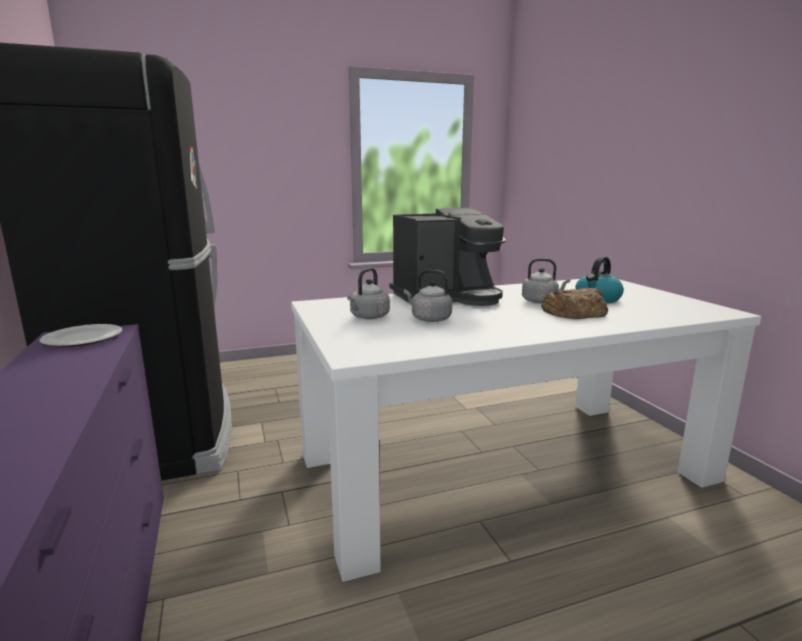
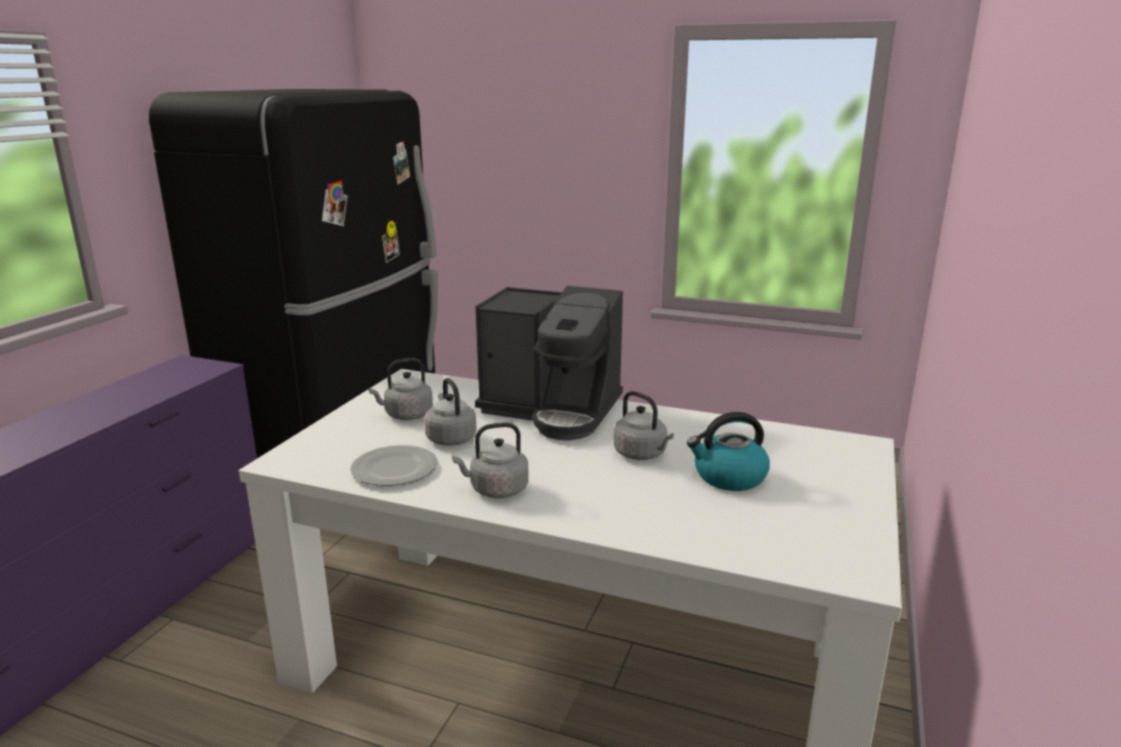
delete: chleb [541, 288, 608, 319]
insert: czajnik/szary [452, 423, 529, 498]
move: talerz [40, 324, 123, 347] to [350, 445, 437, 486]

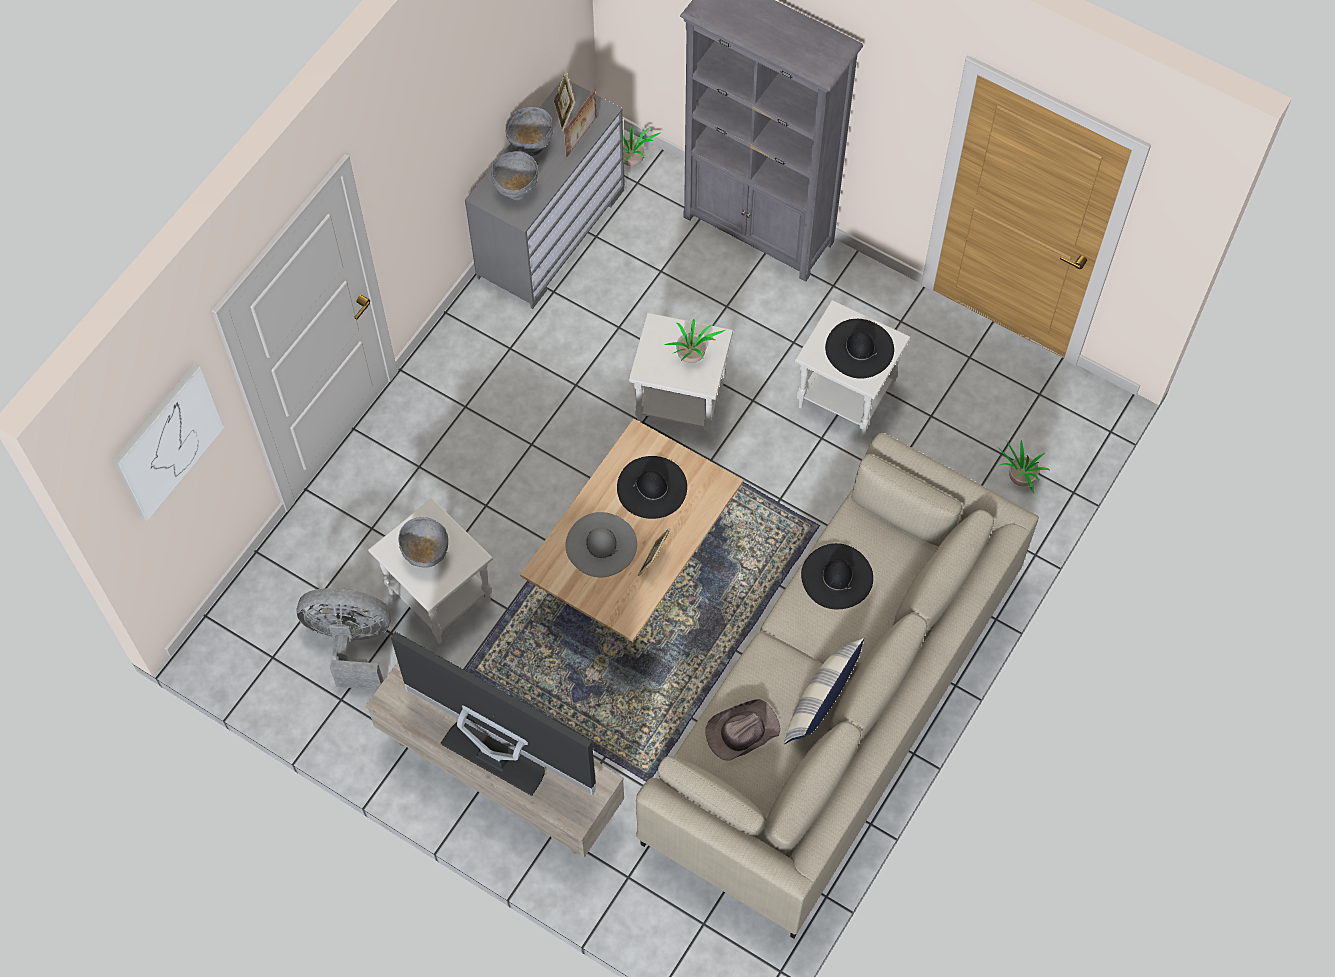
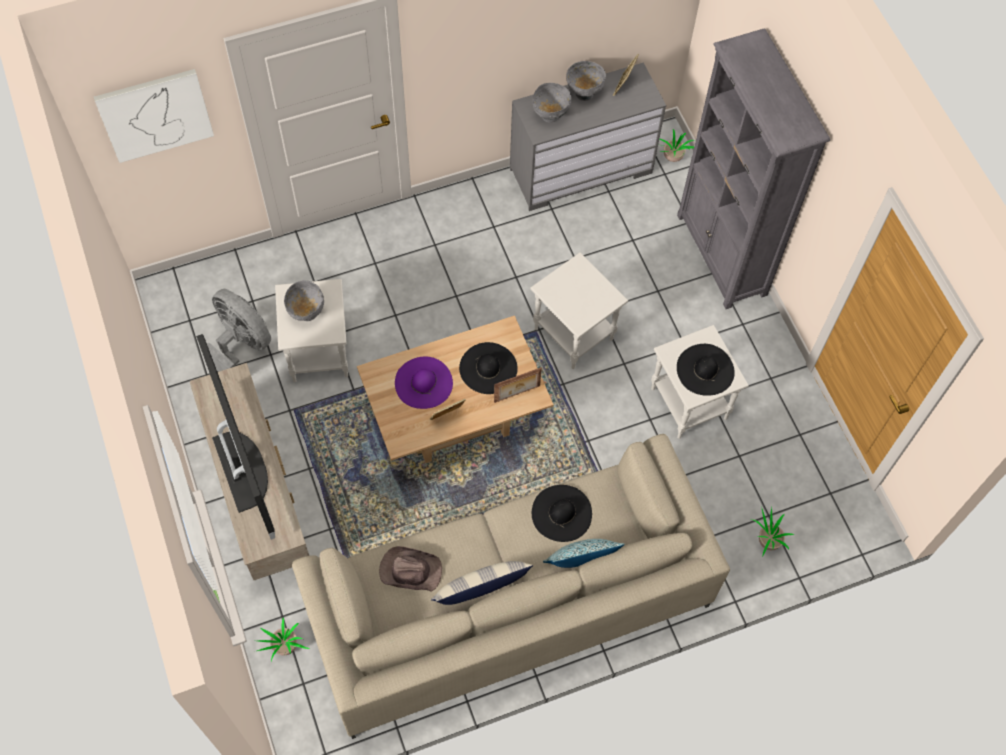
insert: poduszka [543, 539, 624, 568]
move: roślina doniczkowa [664, 319, 725, 363] to [257, 618, 309, 661]; ramka na zdjęcie [564, 89, 596, 157] to [494, 367, 542, 403]
recolor: kapelusz/szary [565, 512, 637, 577] to kapelusz/fioletowy [395, 356, 453, 409]

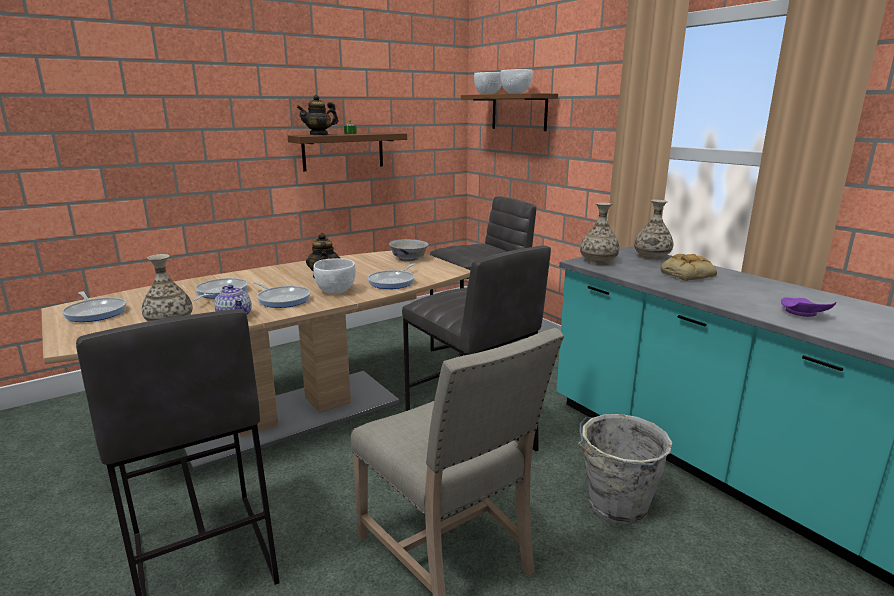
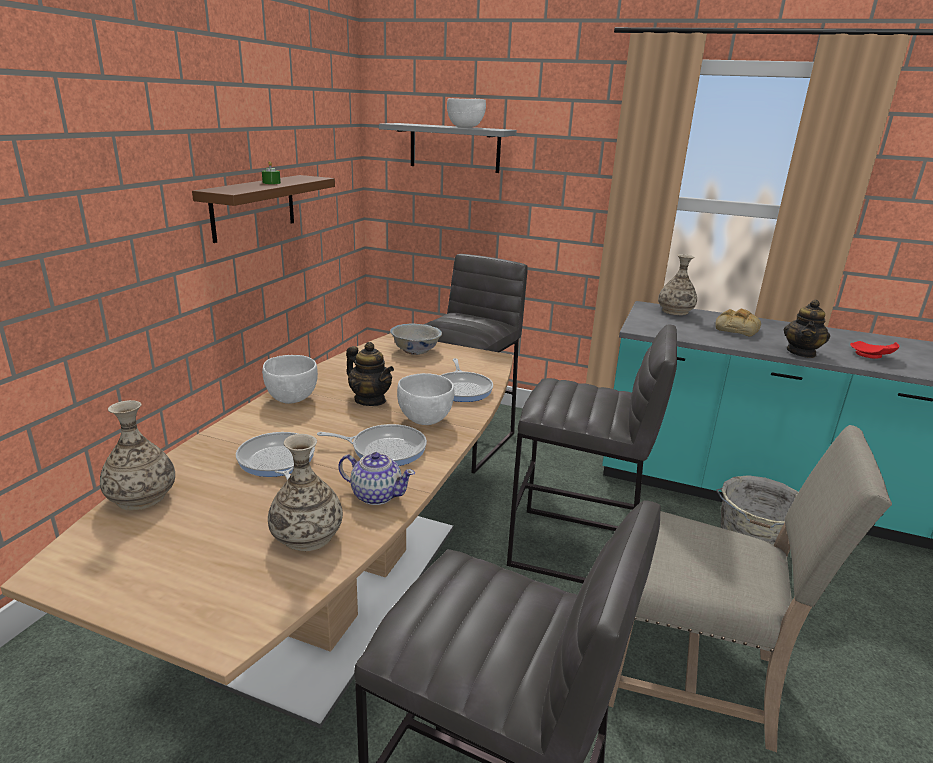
delete: patelnia [62, 291, 127, 322]
move: wazon [580, 203, 619, 265] to [100, 400, 175, 510]; miska/biały [474, 72, 502, 94] to [262, 355, 318, 404]; imbryk [297, 95, 338, 135] to [784, 299, 830, 358]
recolor: półka/brązowy [461, 93, 558, 131] to półka/szary [379, 123, 517, 173]; talerz/fioletowy [781, 297, 836, 317] to talerz/czerwony [850, 341, 899, 359]

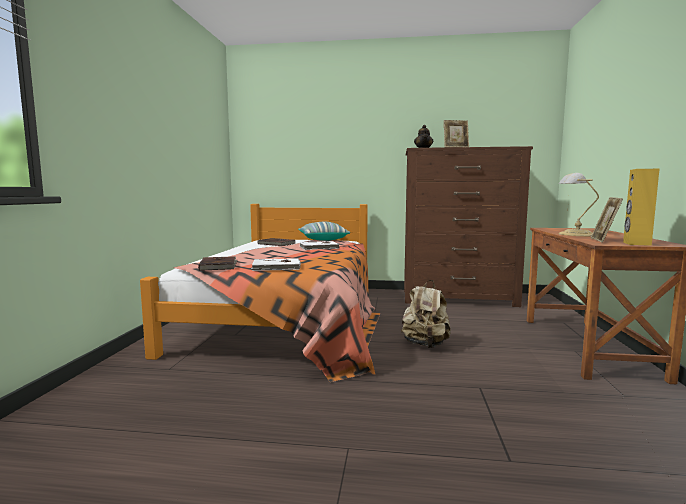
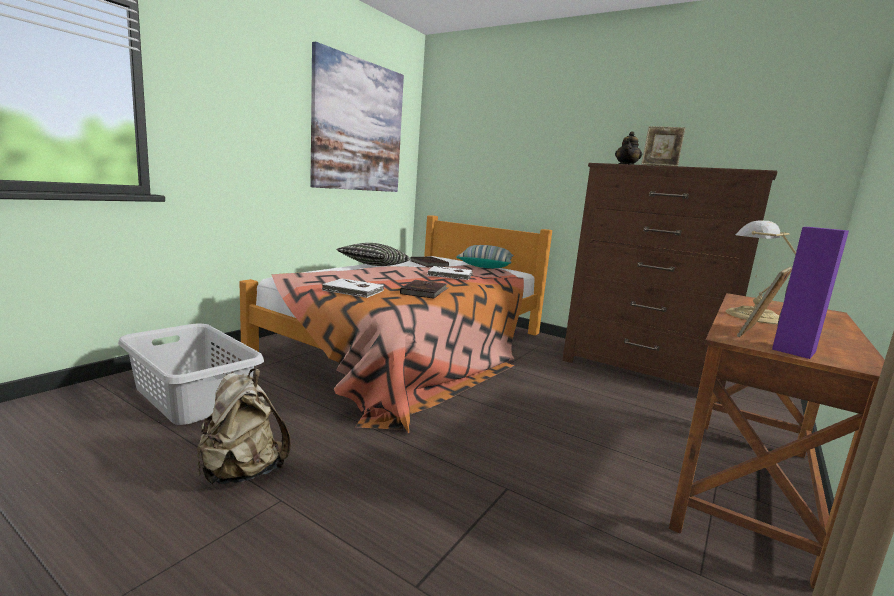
insert: kosz na pranie/szary [118, 323, 264, 425]; obraz [310, 42, 404, 192]; poduszka [337, 243, 410, 266]
move: plecak/beżowy [401, 280, 451, 348] to [197, 369, 291, 484]; książka/brązowy [198, 256, 238, 271] to [400, 280, 449, 299]
recolor: głośnik/żółty [623, 169, 659, 246] to głośnik/fioletowy [772, 227, 849, 359]

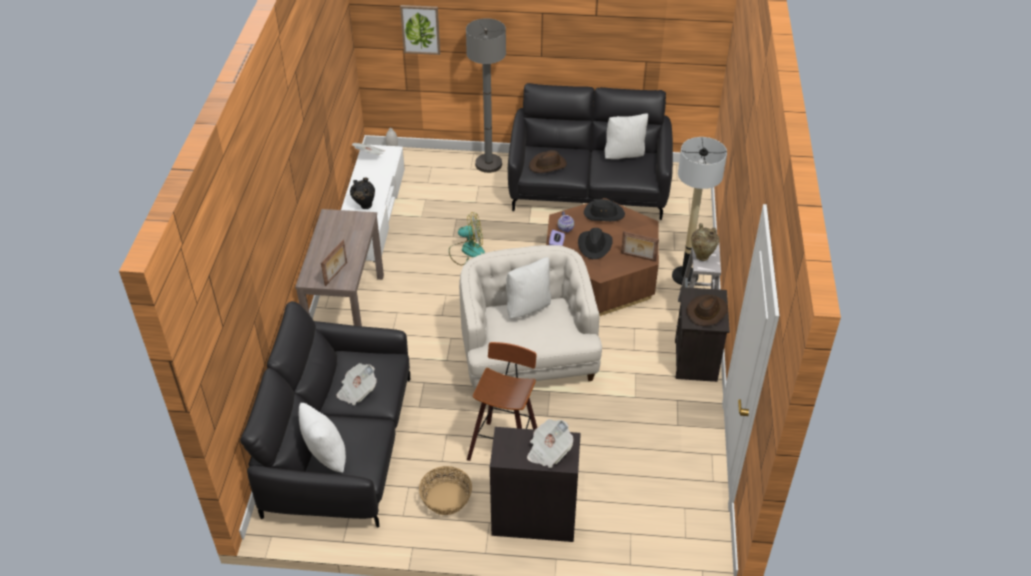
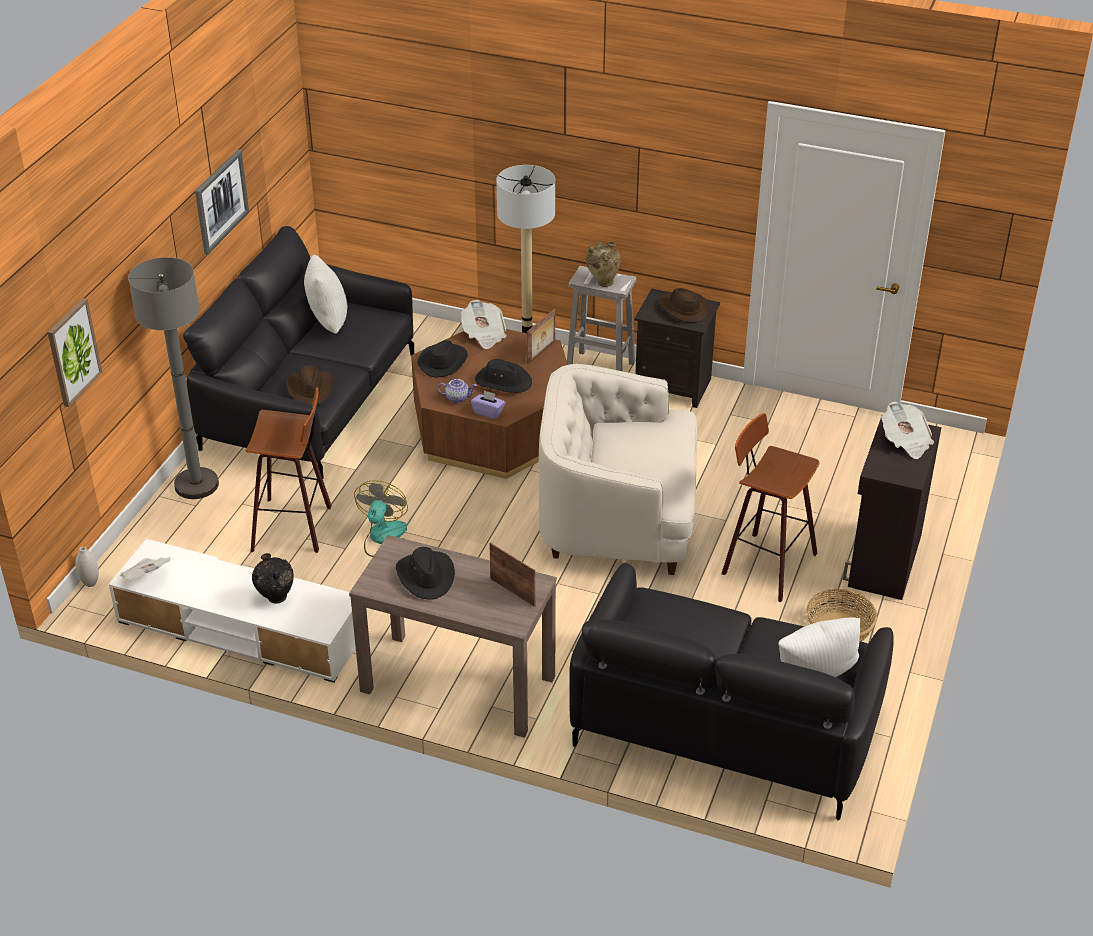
delete: poduszka/biały [506, 257, 551, 319]
insert: obraz [195, 150, 249, 255]; stołek [245, 387, 332, 553]; kapelusz/czarny [396, 547, 455, 600]
move: gazeta [336, 363, 376, 405] to [461, 300, 507, 349]

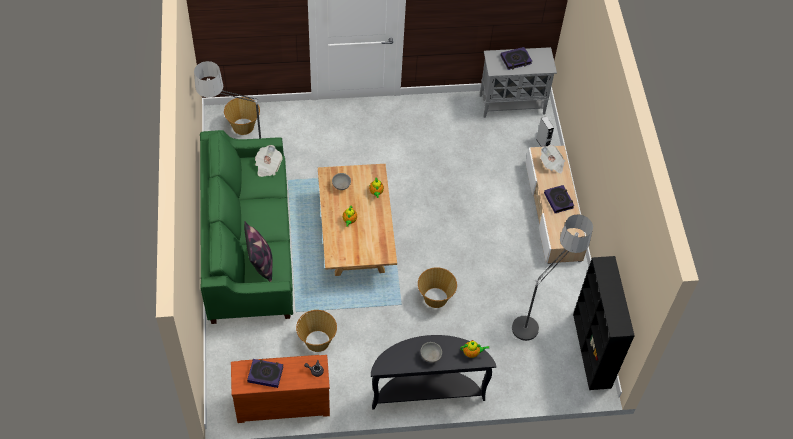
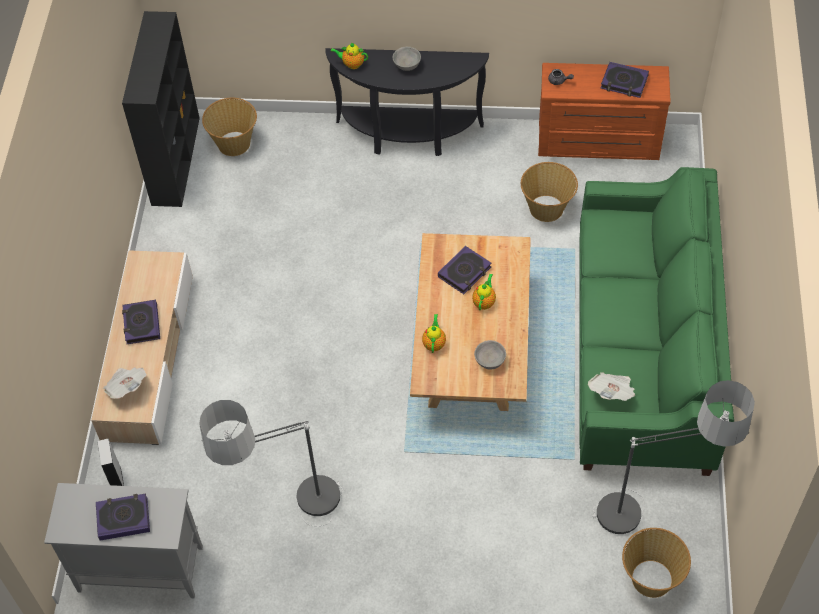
delete: poduszka [244, 222, 273, 282]
insert: książka [438, 246, 491, 294]
move: lampa stojąca [511, 214, 593, 341] to [199, 400, 343, 526]; koszyk [418, 267, 457, 308] to [202, 98, 257, 156]

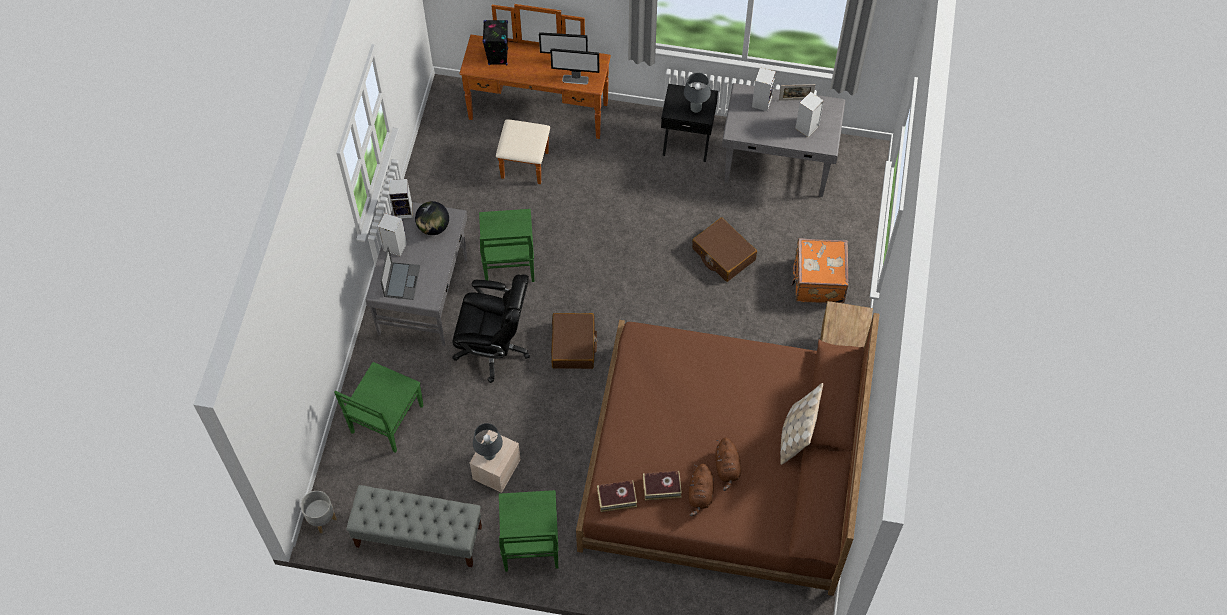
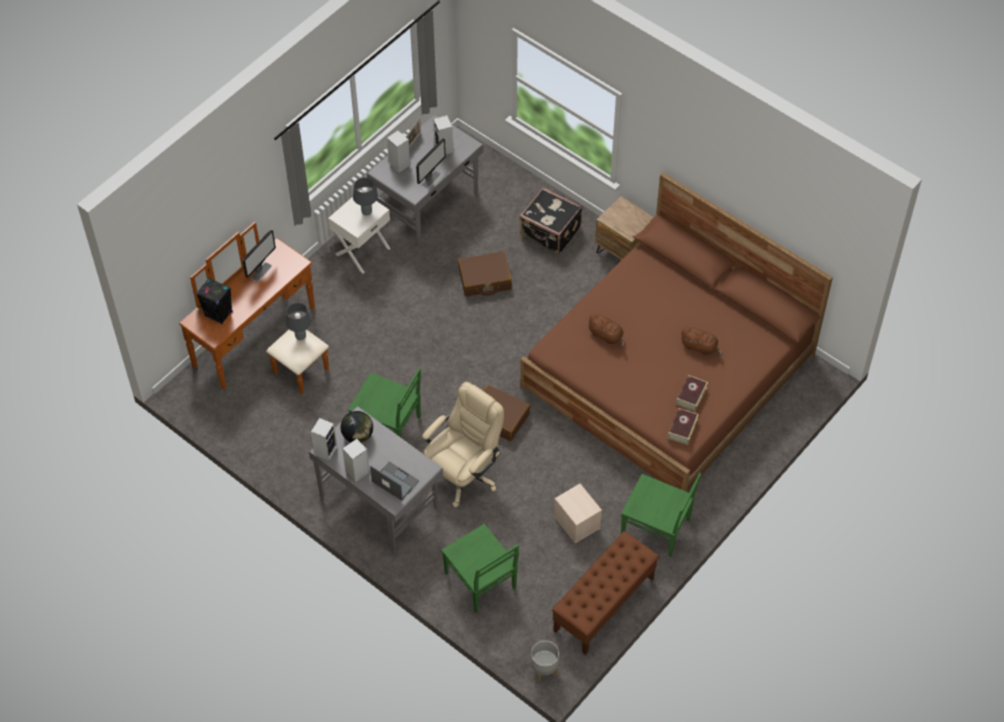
delete: poduszka/beżowy [780, 383, 823, 465]
move: lampa stołowa/szary [473, 423, 503, 460] to [285, 303, 311, 340]; monitor [550, 48, 599, 85] to [416, 138, 446, 189]; pluszak/brązowy [689, 464, 714, 517] to [587, 314, 625, 347]
recolor: szafka nocna/czarny [661, 84, 718, 162] to szafka nocna/biały [328, 190, 390, 274]; krzesło biurowe/czarny [452, 274, 530, 383] to krzesło biurowe/beżowy [422, 382, 504, 508]; walizka/pomarańczowy [791, 238, 849, 303] to walizka/czarny [519, 188, 582, 254]; ławka/szary [346, 485, 482, 567] to ławka/brązowy [552, 531, 659, 655]

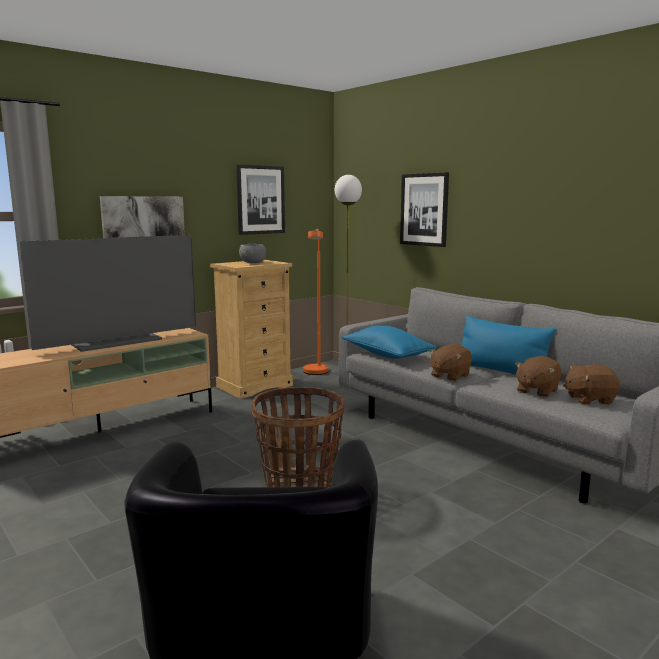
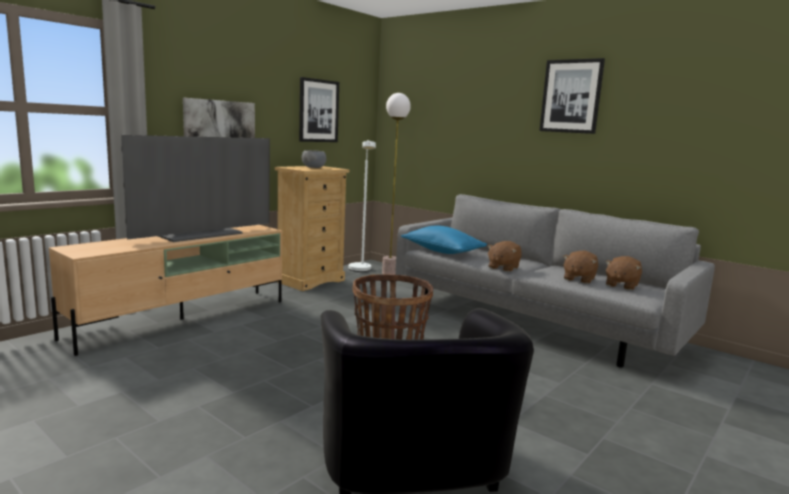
delete: poduszka/niebieski [461, 315, 556, 375]
move: obraz [400, 172, 449, 247] to [539, 58, 605, 134]
recolor: lampa stojąca/pomarańczowy [303, 229, 328, 375] to lampa stojąca/biały [349, 140, 376, 272]
rotate: pluszak/brązowy [563, 364, 620, 405] = [605, 256, 642, 290] 45 degrees counterclockwise

